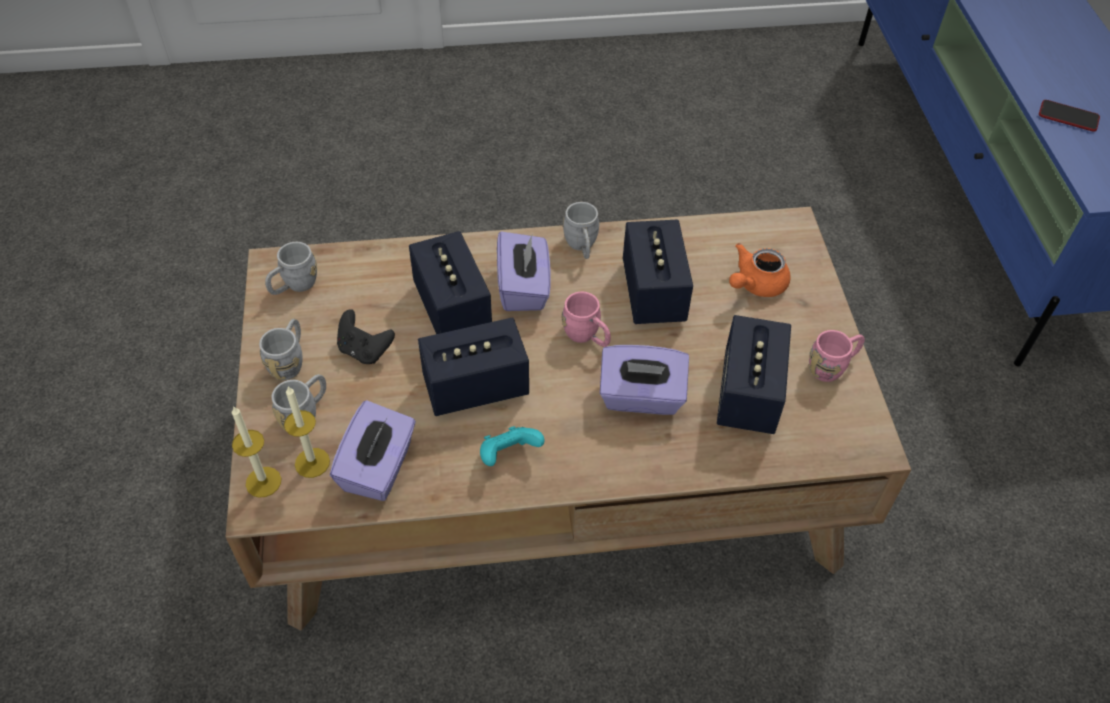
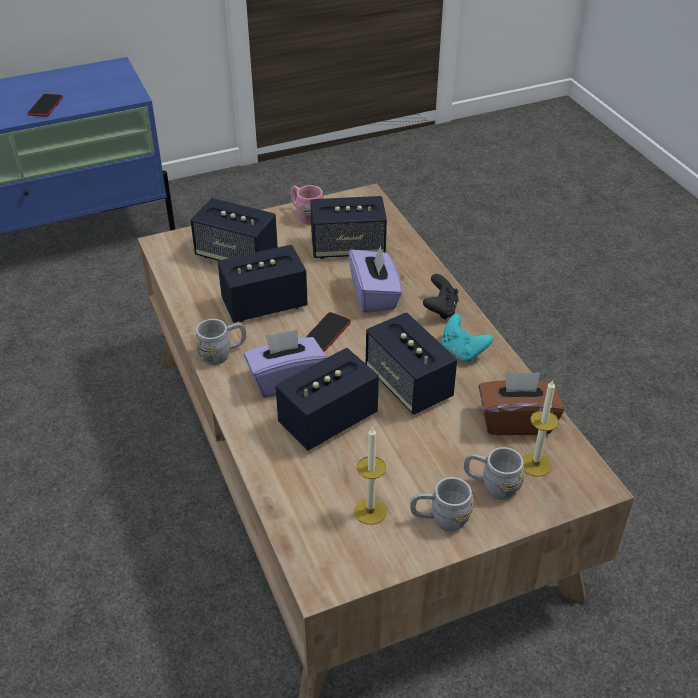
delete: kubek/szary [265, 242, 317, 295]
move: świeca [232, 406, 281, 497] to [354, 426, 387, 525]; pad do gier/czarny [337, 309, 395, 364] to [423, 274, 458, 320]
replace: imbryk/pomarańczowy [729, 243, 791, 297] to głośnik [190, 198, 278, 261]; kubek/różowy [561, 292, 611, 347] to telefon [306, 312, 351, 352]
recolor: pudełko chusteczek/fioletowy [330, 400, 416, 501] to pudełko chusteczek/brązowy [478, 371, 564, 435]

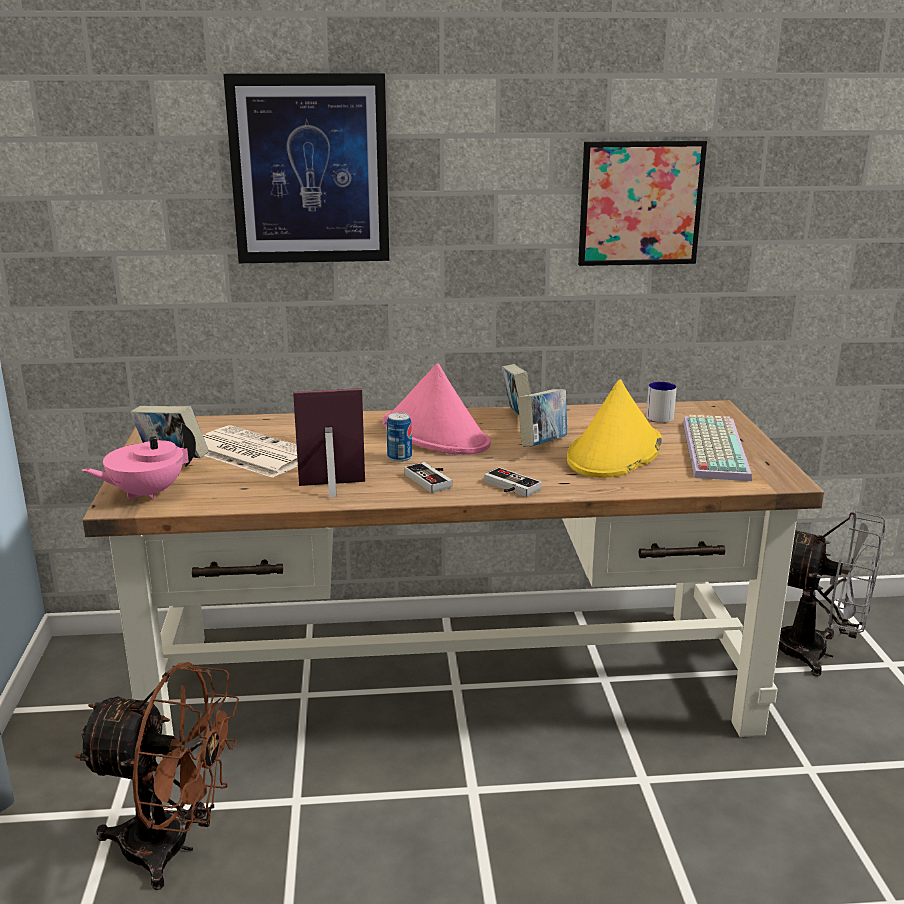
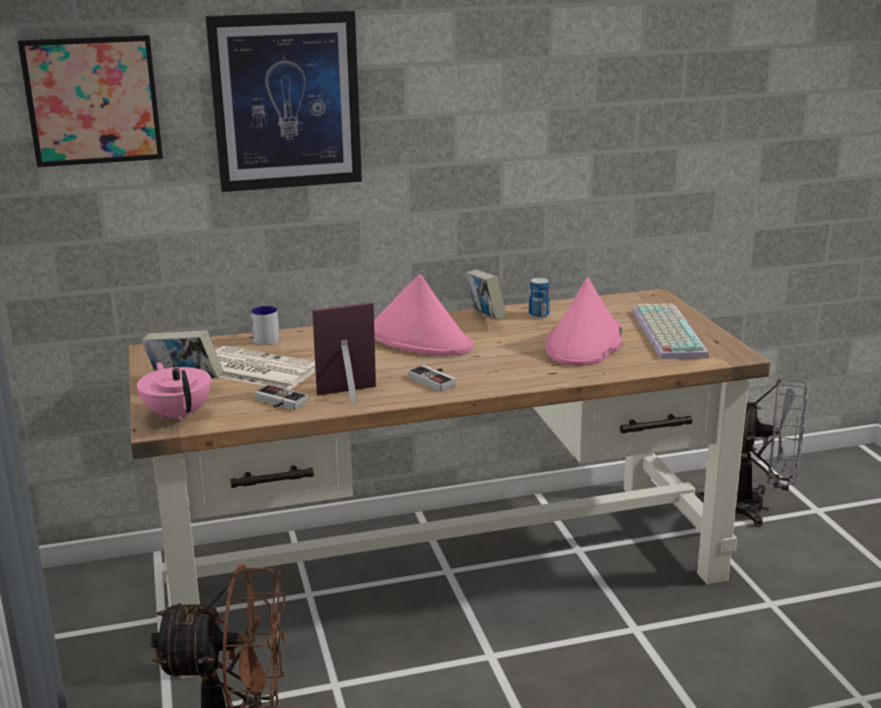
delete: książka [518, 389, 567, 447]
move: obraz [578, 141, 707, 266] to [18, 35, 163, 167]; kubek [646, 382, 677, 423] to [251, 306, 280, 345]; pad do gier [484, 467, 542, 497] to [254, 385, 308, 410]; puszka [387, 412, 412, 462] to [529, 278, 550, 318]
recolor: kapelusz/żółty [567, 379, 662, 478] to kapelusz/różowy [545, 277, 623, 366]
rotate: imbryk/różowy [82, 423, 196, 500] = [137, 362, 211, 422] 105 degrees clockwise

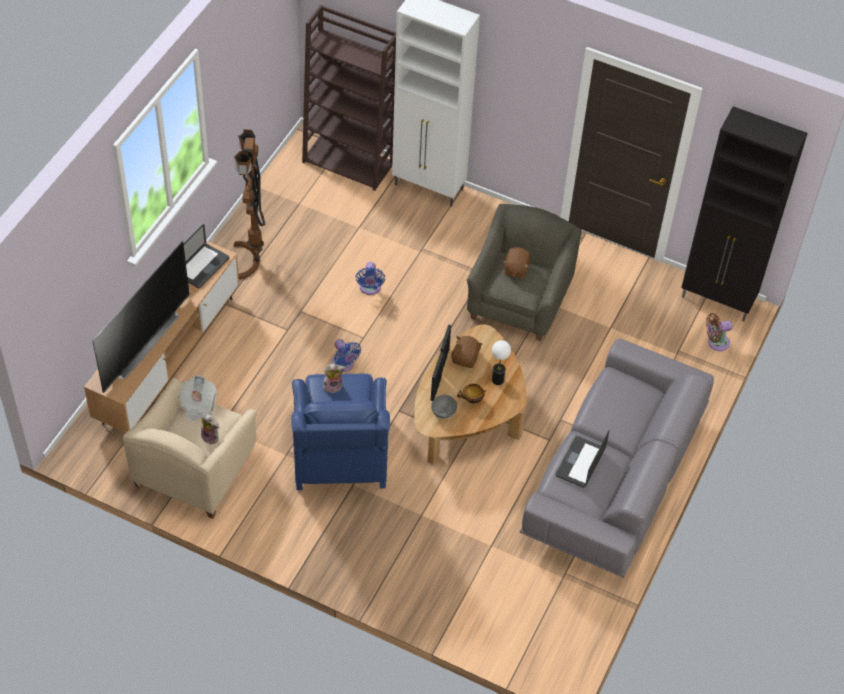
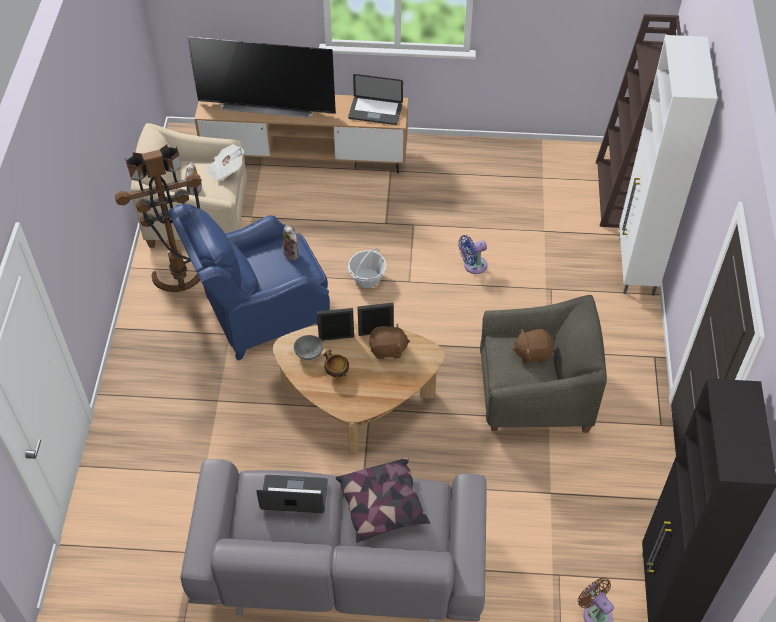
delete: lampa stołowa [492, 340, 511, 385]
insert: poduszka [336, 458, 430, 543]
move: lampa stojąca/brązowy [234, 129, 265, 279] to [115, 144, 201, 292]
replace: wentylator/niebieski [331, 339, 361, 372] to koszyk [348, 248, 386, 288]

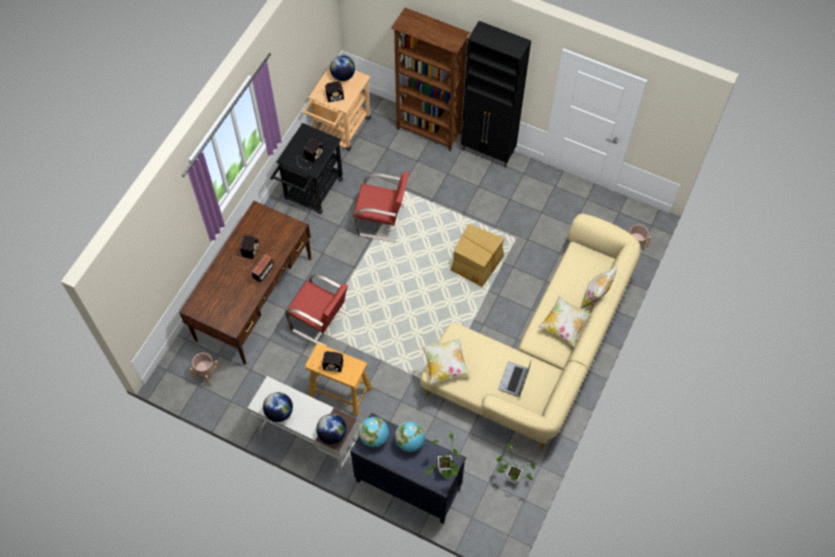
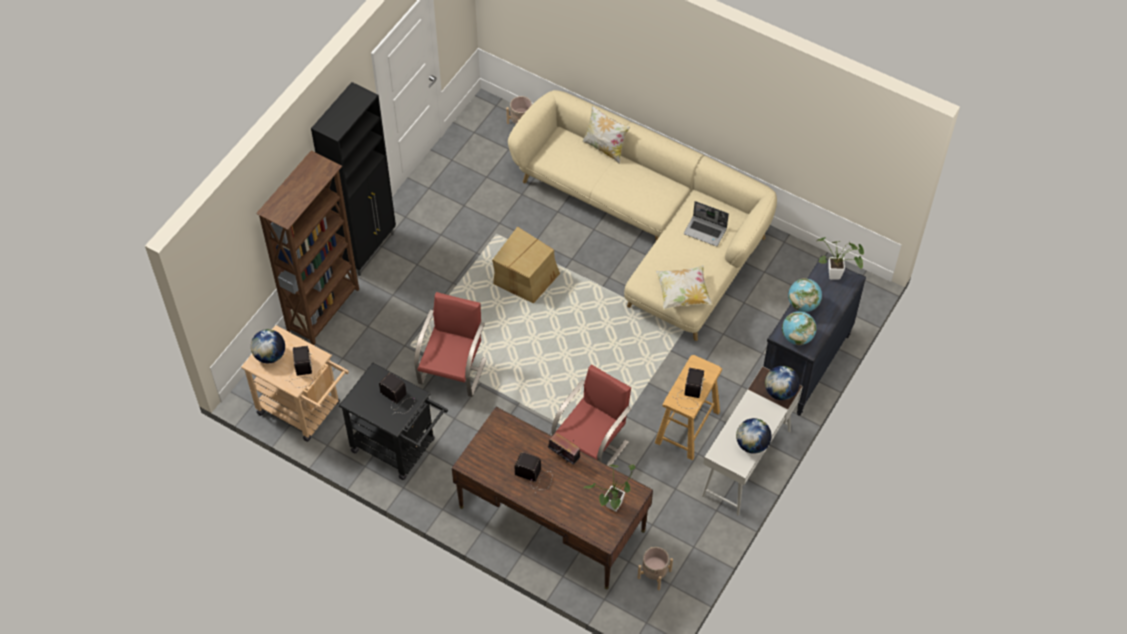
delete: poduszka [538, 295, 590, 347]
move: roślina doniczkowa [496, 442, 536, 484] to [584, 465, 635, 512]

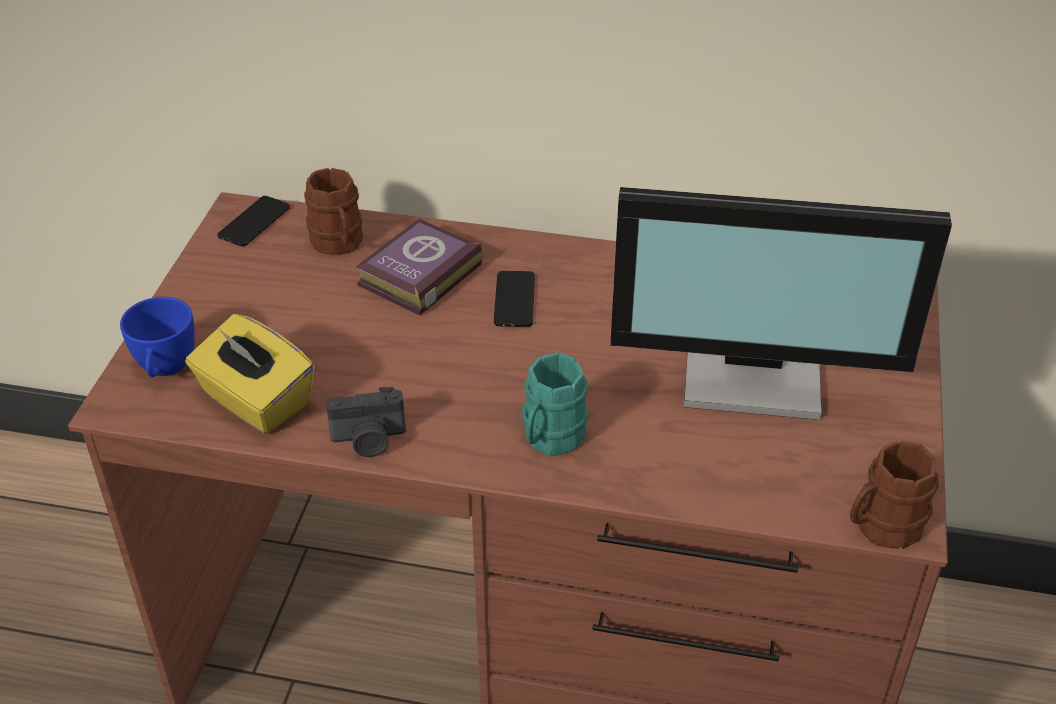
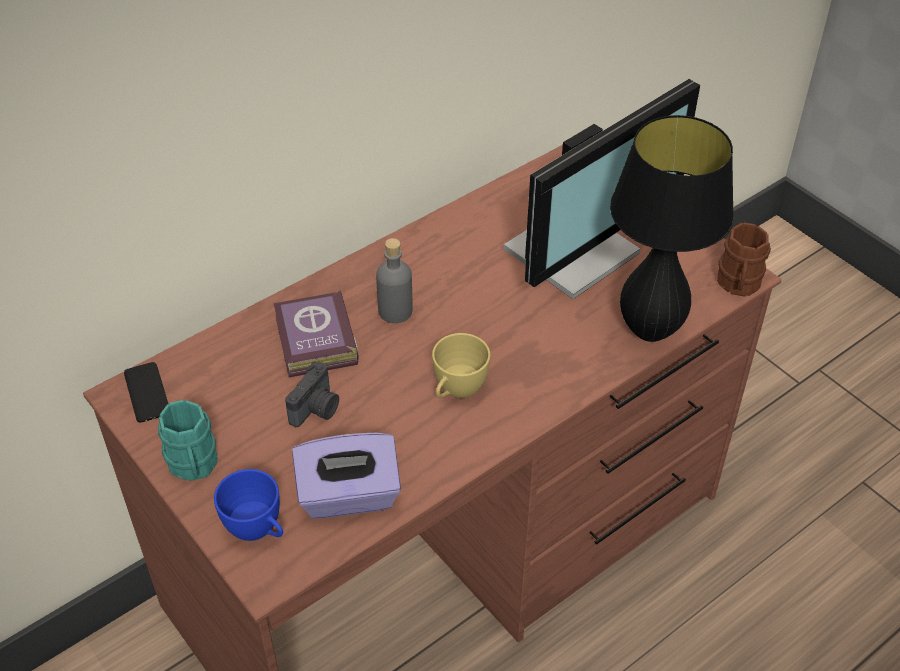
delete: kubek/brązowy [304, 168, 363, 255]
insert: filiżanka/żółty [432, 333, 490, 398]; lampa stołowa/czarny [610, 115, 734, 342]
move: kubek/turkusowy [522, 353, 588, 456] to [158, 400, 218, 481]; aparat fotograficzny [326, 387, 406, 457] to [285, 362, 339, 427]
replace: telefon [494, 271, 535, 327] to butelka/szary [376, 238, 413, 323]
recolor: pudełko chusteczek/żółty [185, 314, 315, 434] to pudełko chusteczek/fioletowy [292, 433, 401, 519]

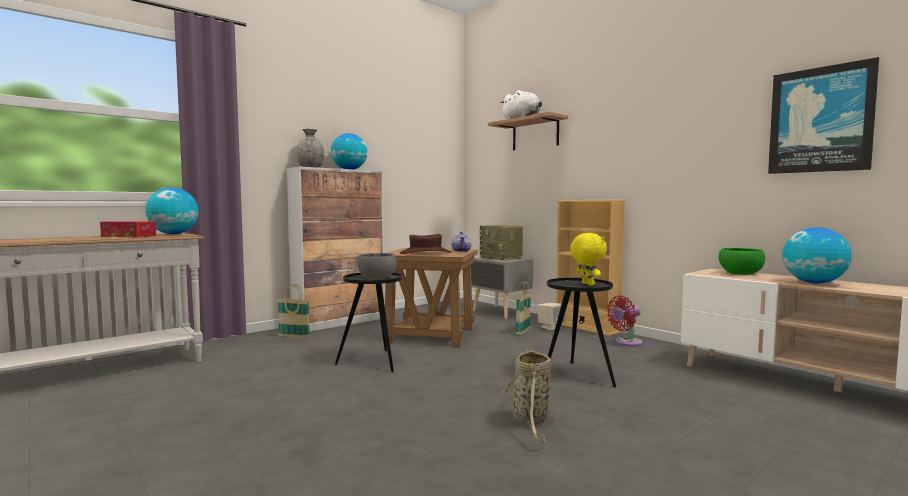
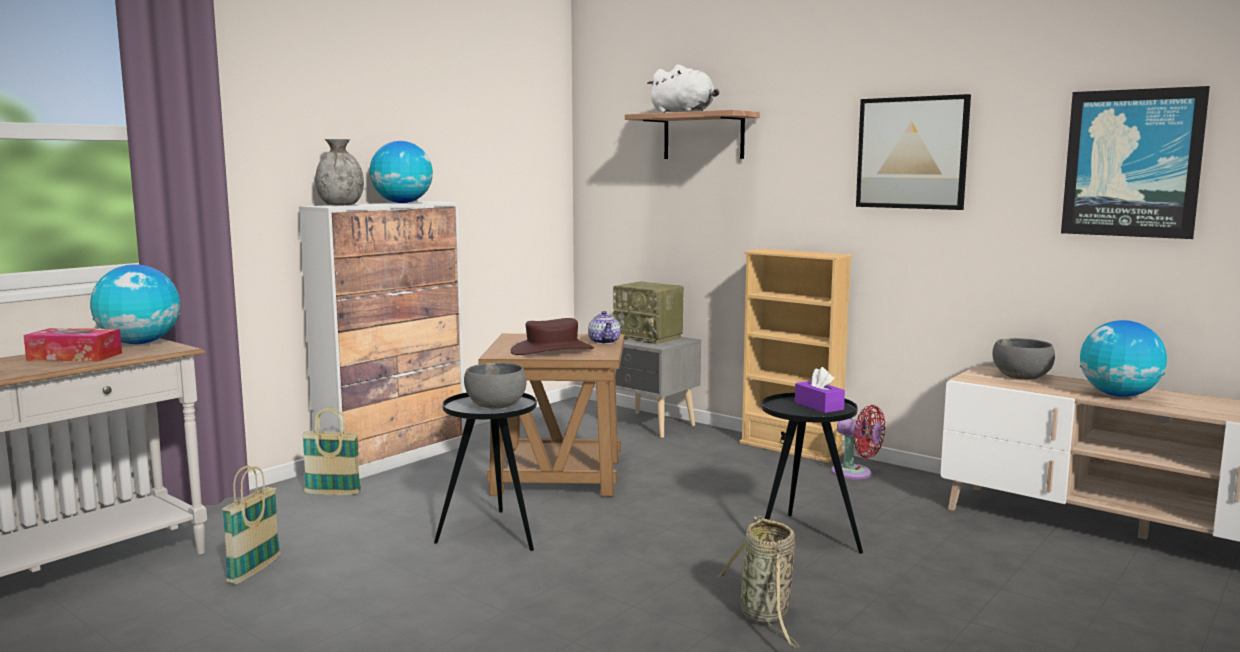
delete: głośnik/beżowy [537, 303, 565, 330]
insert: obraz [856, 94, 971, 210]
move: koszyk [516, 281, 531, 335] to [222, 466, 280, 584]
replace: pluszak/żółty [570, 233, 607, 286] to pudełko chusteczek/fioletowy [795, 367, 845, 413]
recolor: miska/zielony [719, 248, 765, 275] to miska/szary [992, 338, 1055, 380]
rotate: wentylator/czerwony [607, 296, 643, 346] = [831, 405, 885, 479] 105 degrees counterclockwise

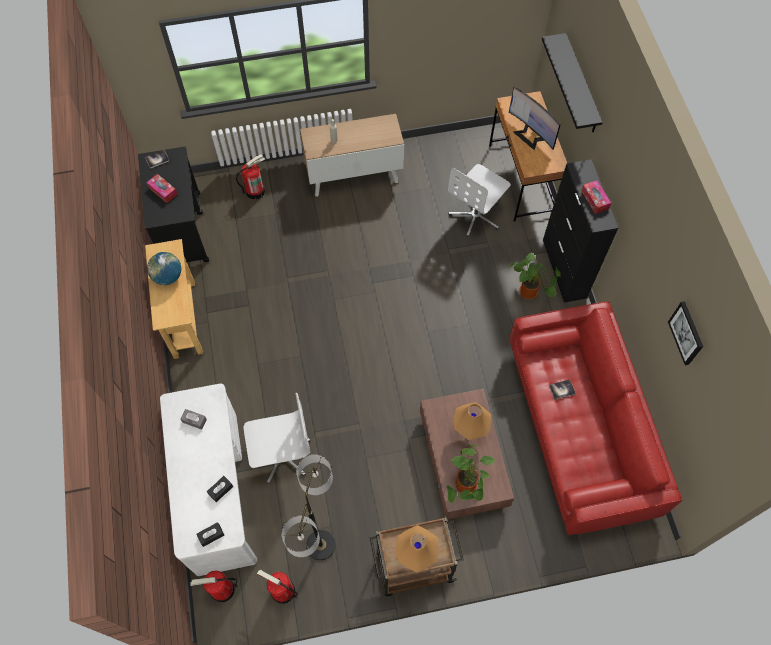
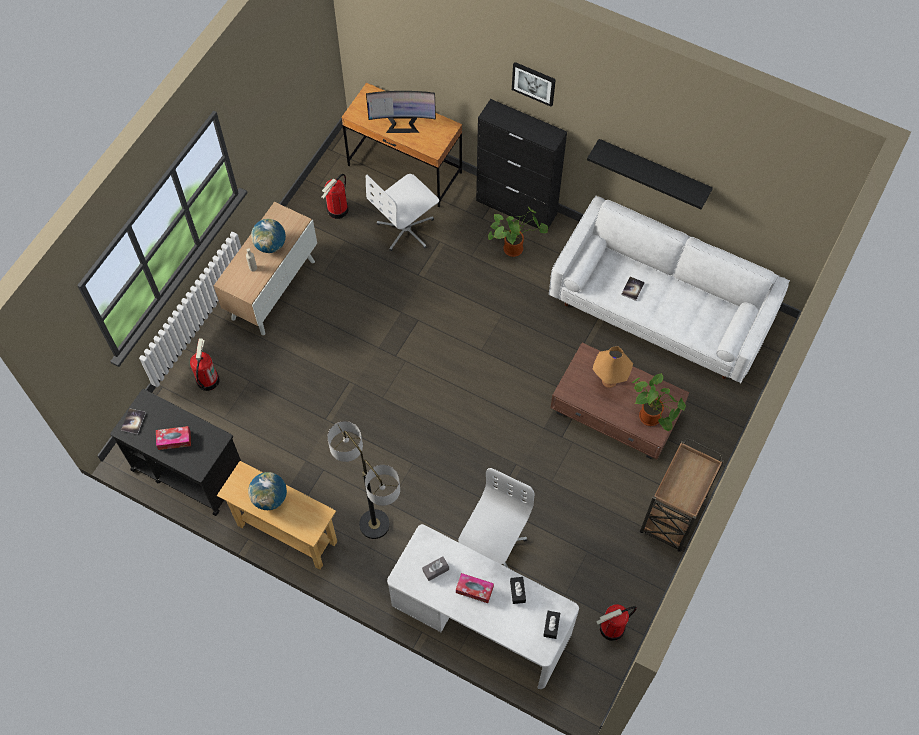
delete: lampa stołowa/pomarańczowy [396, 525, 438, 572]
insert: globus [251, 219, 286, 253]
move: gaśnica [190, 571, 238, 602] to [322, 174, 349, 219]; lampa stojąca [282, 455, 336, 560] to [327, 421, 400, 539]; pudełko chusteczek [581, 180, 611, 214] to [456, 573, 494, 603]; obraz [668, 301, 703, 365] to [512, 62, 556, 107]; półka/czarny [542, 33, 603, 132] to [587, 139, 713, 209]
recolor: kanapa/czerwony [509, 301, 682, 535] to kanapa/biały [549, 195, 790, 384]
rotate: krzesło biurowe/biały [448, 164, 511, 237] = [366, 174, 439, 251] 60 degrees clockwise

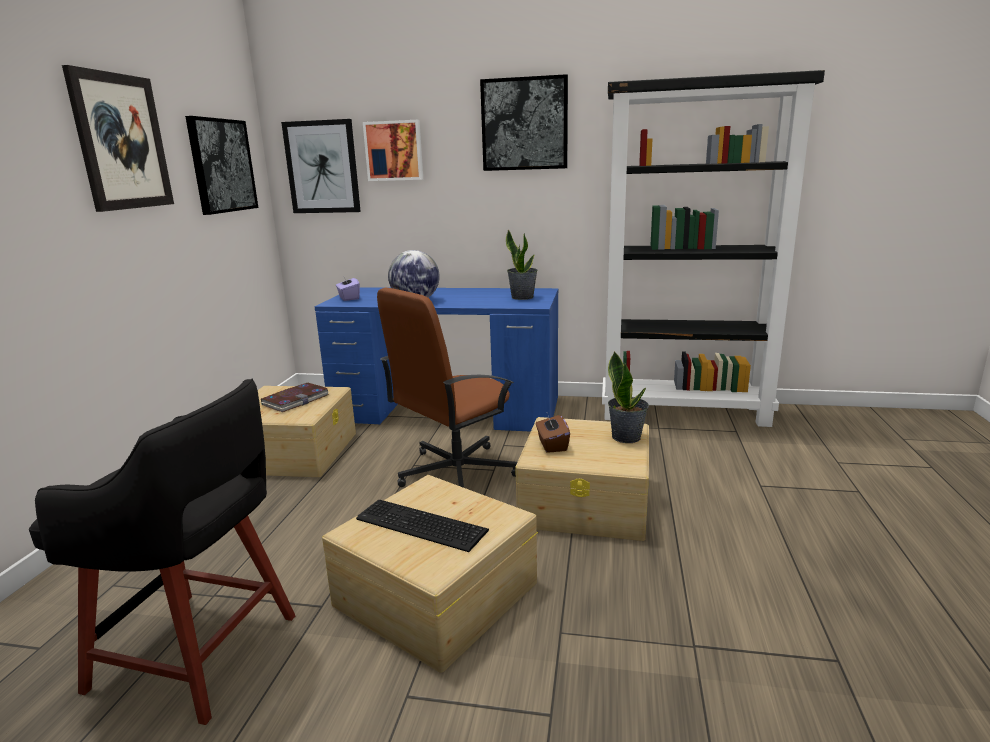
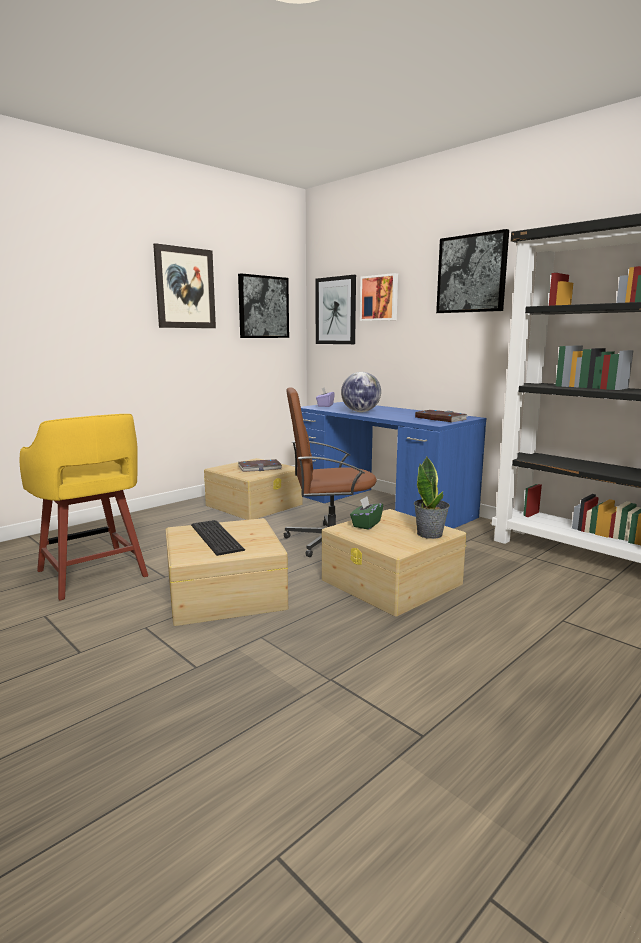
replace: roślina doniczkowa [506, 230, 538, 300] to książka [415, 410, 467, 422]
recolor: stołek/czarny [29, 379, 296, 725] to stołek/żółty [20, 414, 148, 600]; pudełko chusteczek/brązowy [536, 415, 570, 453] to pudełko chusteczek/zielony [350, 496, 383, 530]

